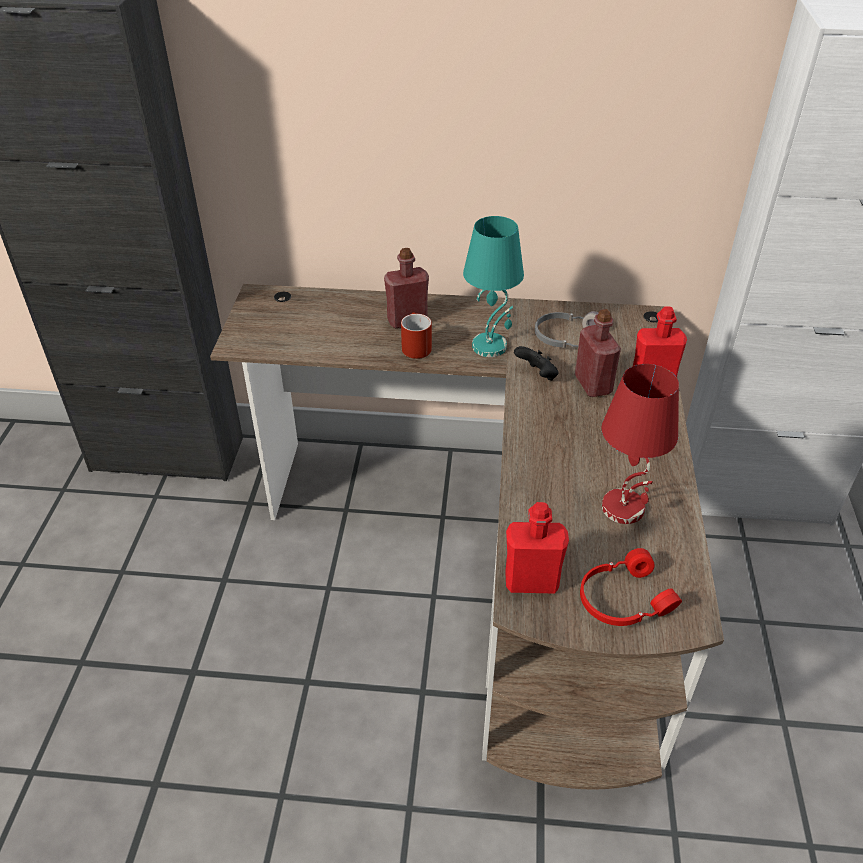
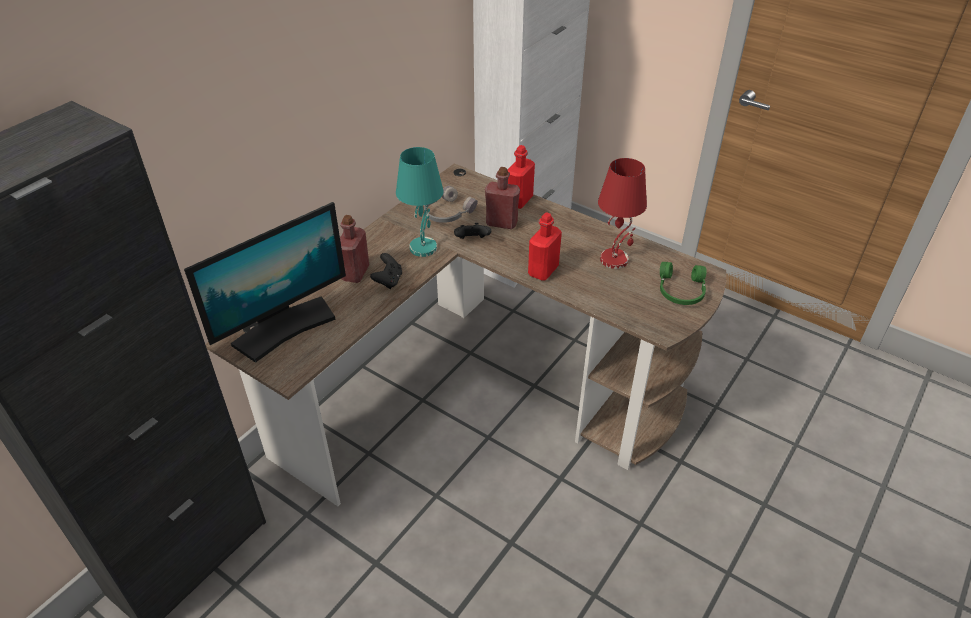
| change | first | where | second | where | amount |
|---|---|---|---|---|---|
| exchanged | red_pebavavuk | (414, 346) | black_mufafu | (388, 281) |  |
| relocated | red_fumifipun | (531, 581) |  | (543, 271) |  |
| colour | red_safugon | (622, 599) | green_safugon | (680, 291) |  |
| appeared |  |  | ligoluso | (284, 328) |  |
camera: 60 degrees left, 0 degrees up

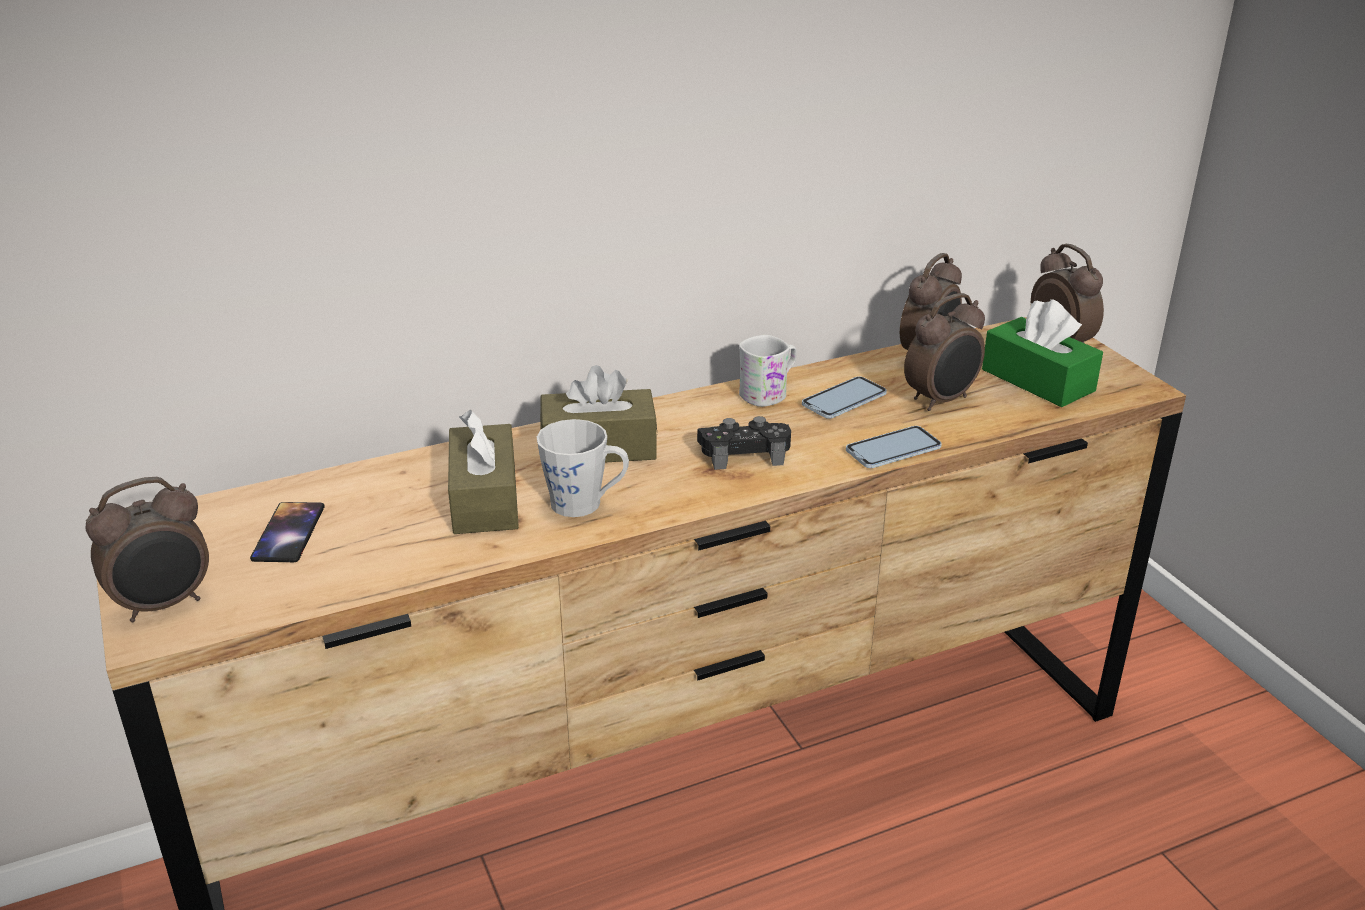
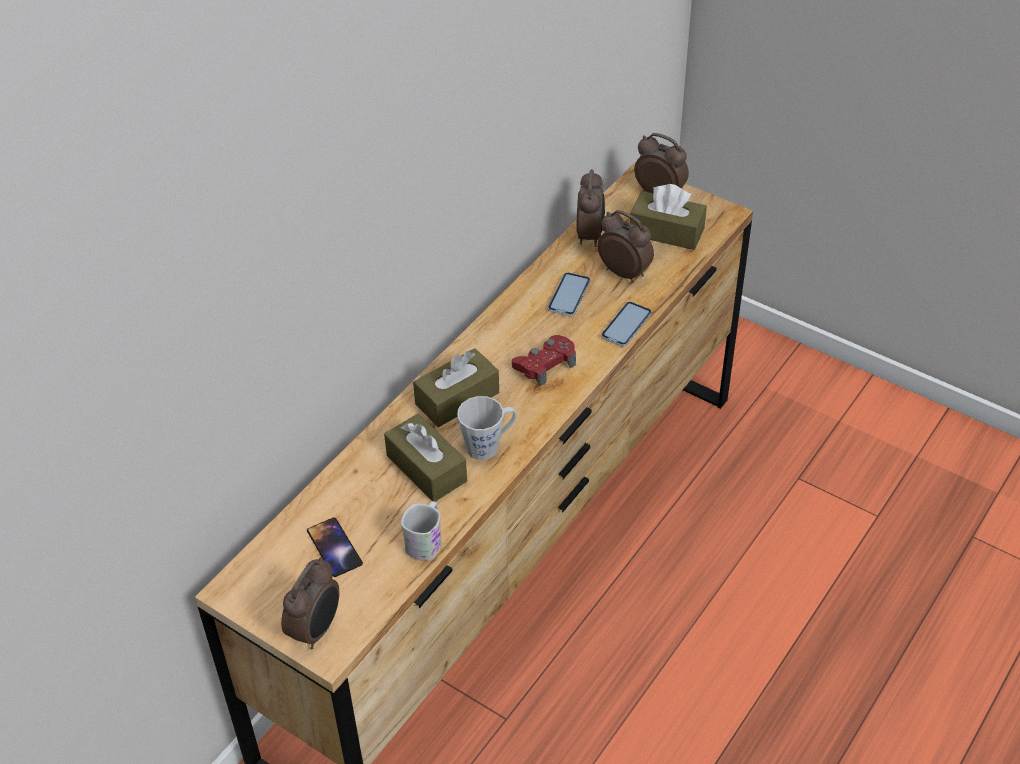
| change | first | where | second | where | amount |
|---|---|---|---|---|---|
| colour | black_mufafu | (744, 452) | red_mufafu | (545, 364) |  |
| relocated | white_pebavavuk | (769, 393) |  | (426, 541) |  |
| spun | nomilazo | (941, 400) |  | (624, 272) | 75 degrees counterclockwise |
| colour | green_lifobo | (1037, 380) | brown_lifobo | (666, 231) |  |
camera: 30 degrees left, 15 degrees up

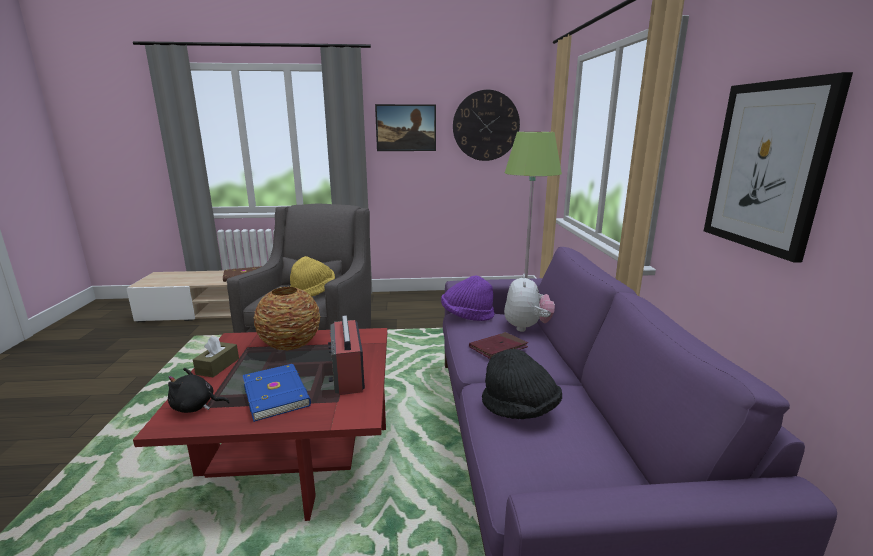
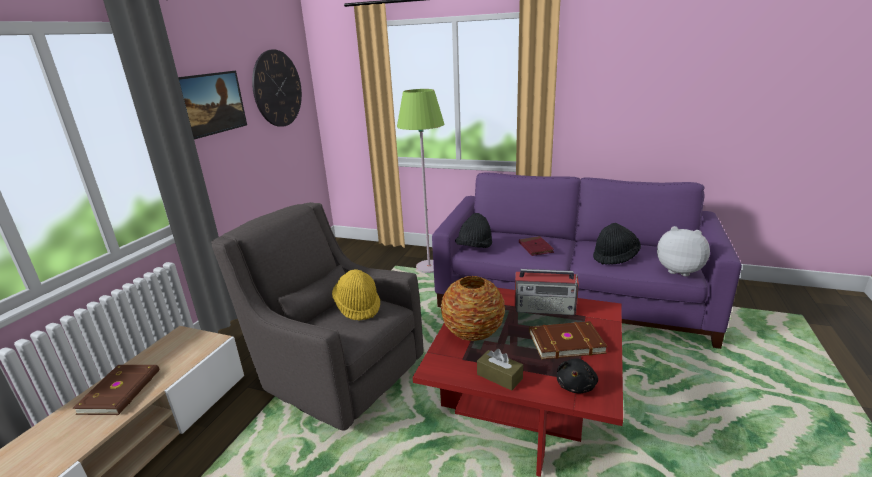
| change | first | where | second | where | amount |
|---|---|---|---|---|---|
| colour | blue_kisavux | (277, 393) | brown_kisavux | (565, 342) |  |
| colour | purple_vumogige | (467, 316) | black_vumogige | (474, 248) |  |
| relocated | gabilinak | (528, 328) |  | (679, 270) |  |
| missing | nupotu | (767, 167) |  |  |  |
camera: 65 degrees left, 5 degrees up

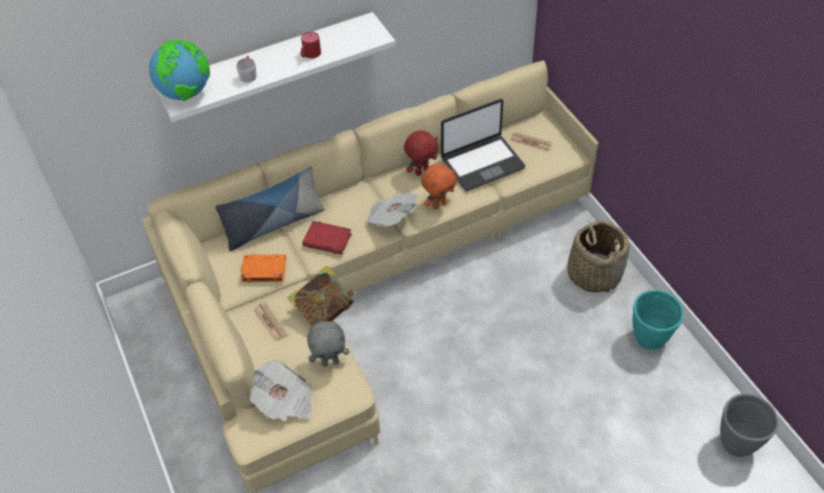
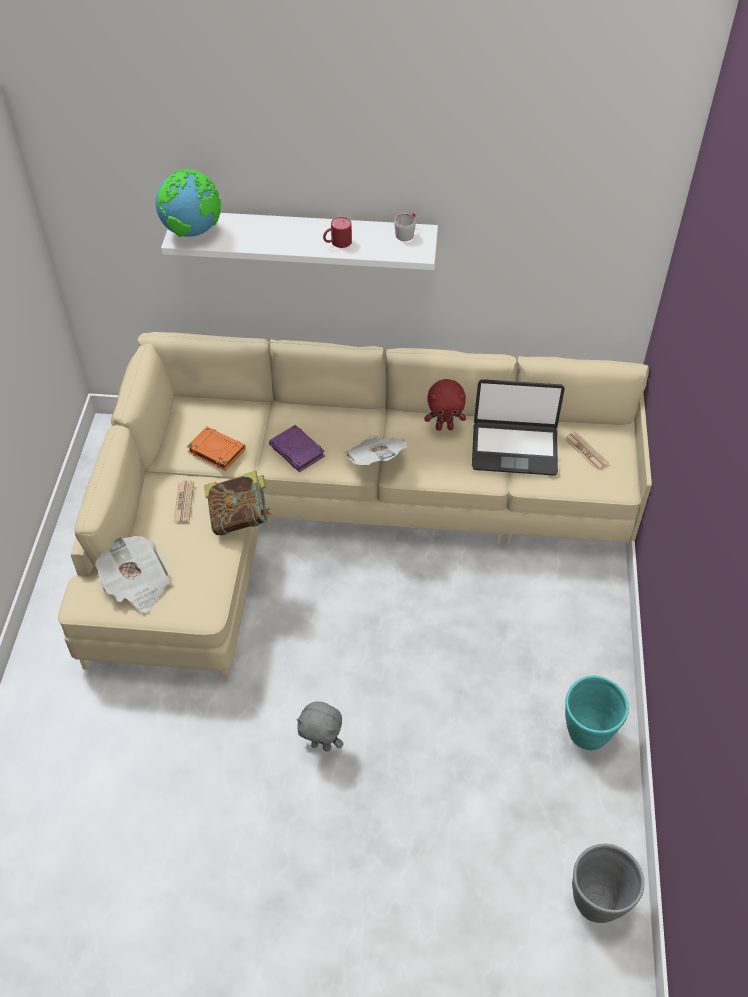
| change | first | where | second | where | amount |
|---|---|---|---|---|---|
| missing | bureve | (274, 225) |  |  |  |
| relocated | grey_pebavavuk | (248, 74) |  | (406, 233) |  |
| colour | red_kisavux | (328, 240) | purple_kisavux | (297, 451) |  |
| relocated | grey_gabilinak | (330, 362) |  | (321, 745) |  |
| missing | orange_gabilinak | (439, 204) |  |  |  |
| missing | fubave | (594, 273) |  |  |  |
camera: 30 degrees right, 0 degrees up

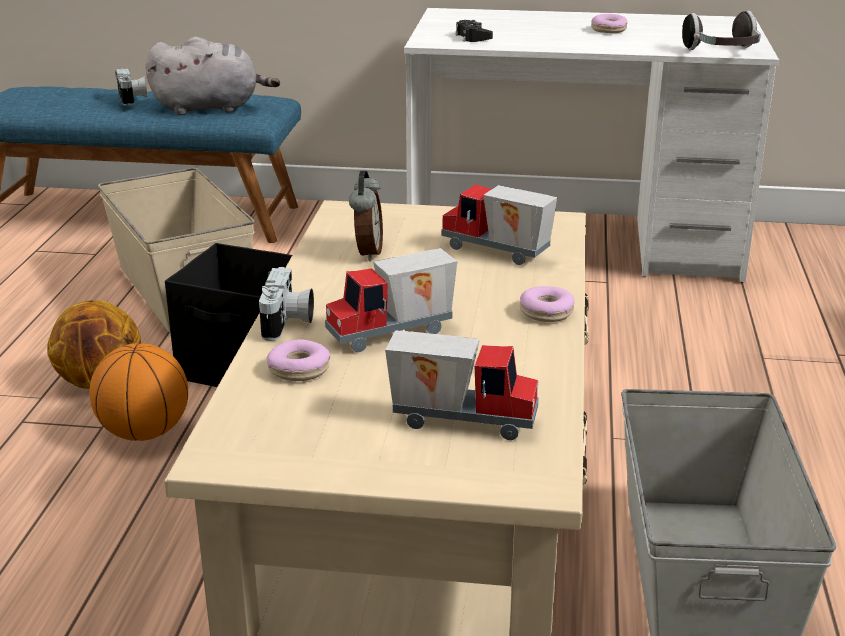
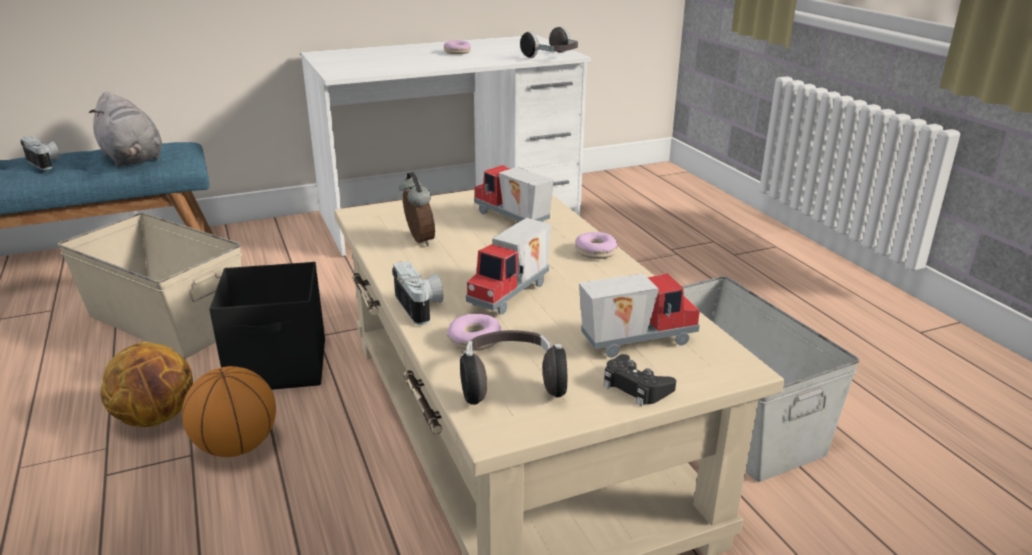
| change | first | where | second | where | amount |
|---|---|---|---|---|---|
| spun | grey_gabilinak | (211, 108) |  | (132, 159) | 90 degrees clockwise |
| spun | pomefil | (495, 252) |  | (511, 219) | 45 degrees clockwise |
| relocated | black_mufafu | (473, 37) |  | (635, 387) |  |
| appeared |  |  | safugon | (510, 383) |  |
camera: 30 degrees left, 0 degrees up

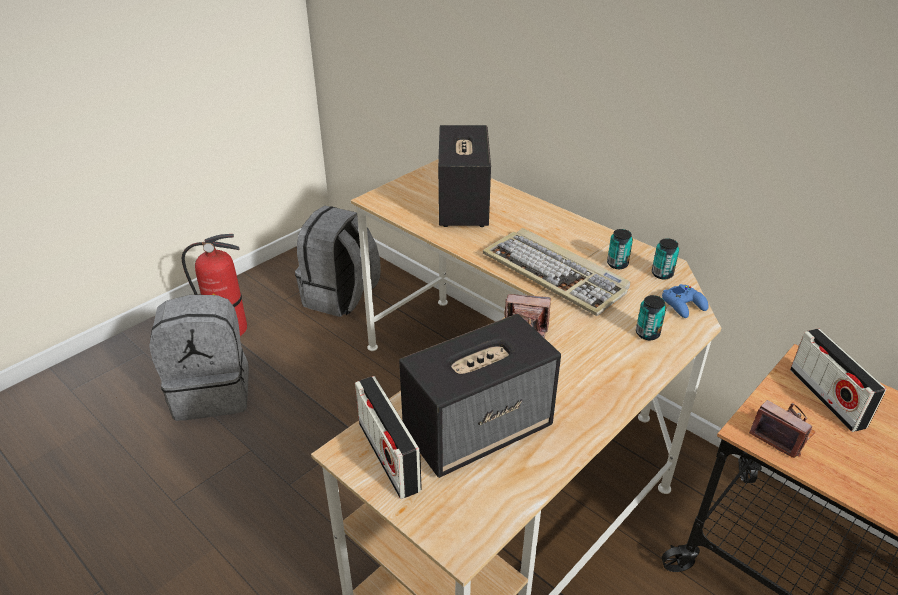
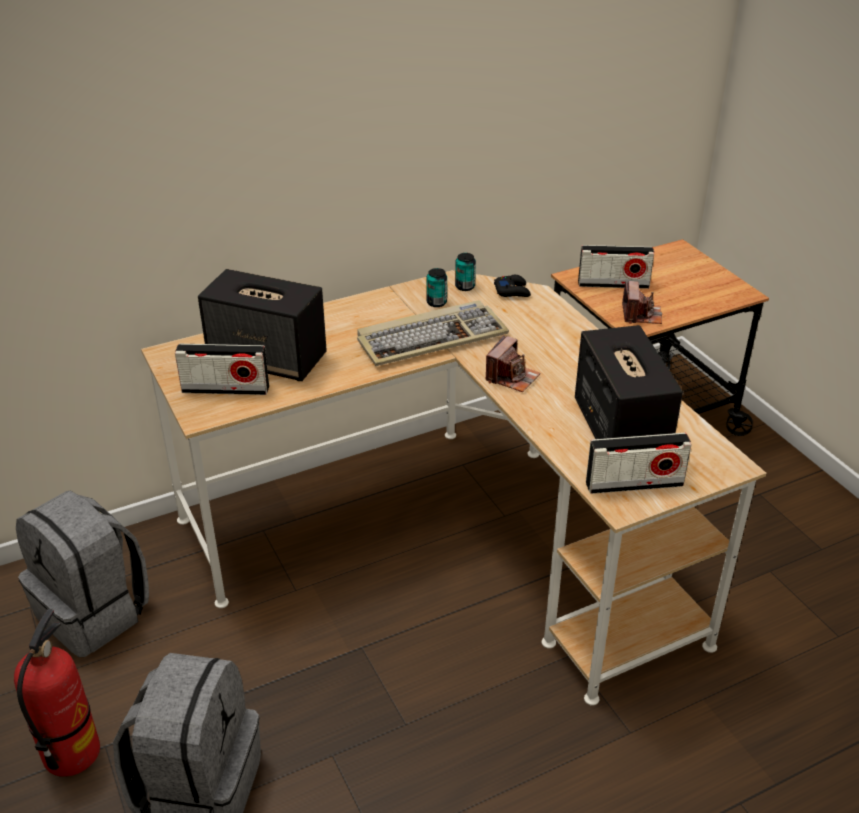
| change | first | where | second | where | amount |
|---|---|---|---|---|---|
| missing | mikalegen | (647, 334) |  |  |  |
| colour | blue_mufafu | (684, 305) | black_mufafu | (512, 291) |  |
| spun | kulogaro | (781, 434) |  | (641, 315) | 120 degrees clockwise |
| appeared |  |  | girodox | (225, 389) |  |
camera: 70 degrees left, 0 degrees up

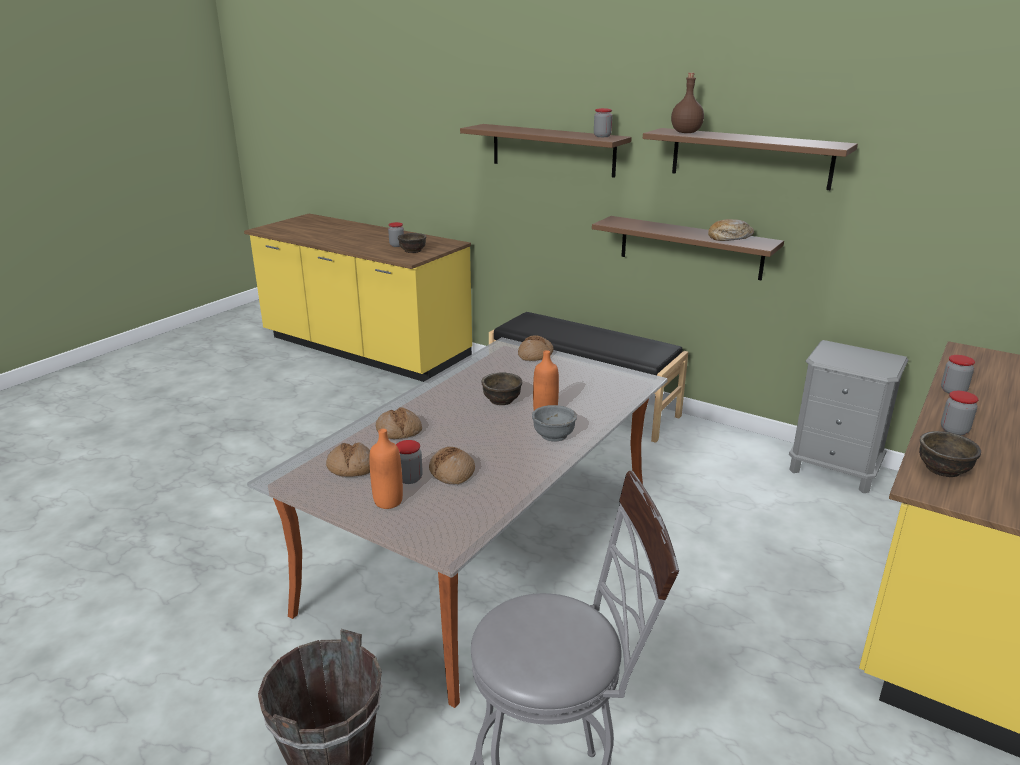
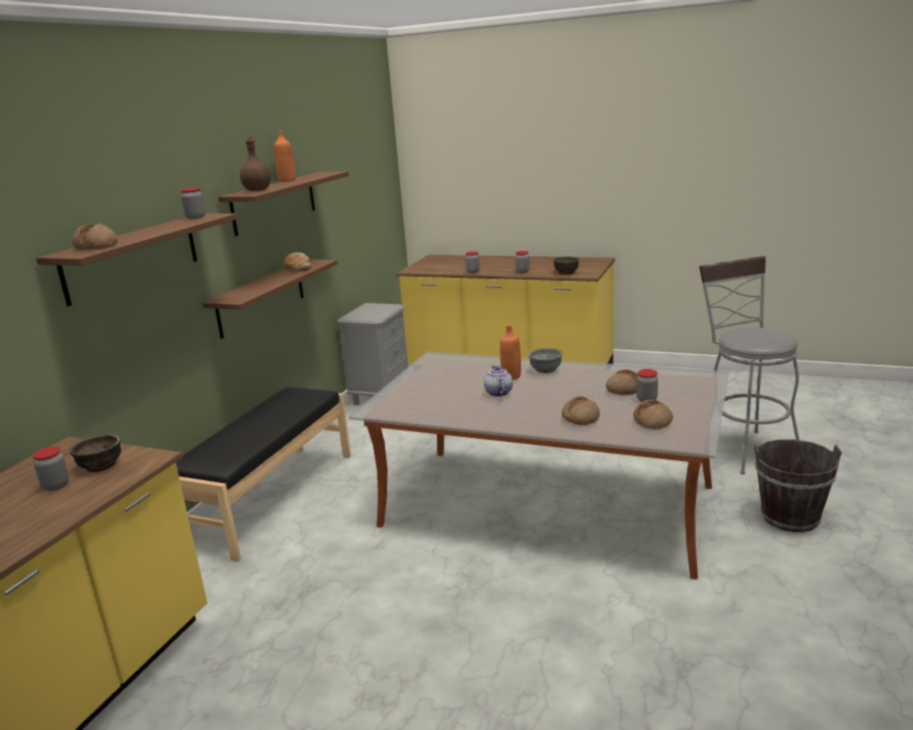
| change | first | where | second | where | amount |
|---|---|---|---|---|---|
| relocated | orange_fumifipun | (388, 501) |  | (287, 181) |  |
| exchanged | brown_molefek | (501, 400) | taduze | (498, 393) |  |
| relocated | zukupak | (535, 355) |  | (97, 246) |  |
camera: 100 degrees left, 5 degrees down

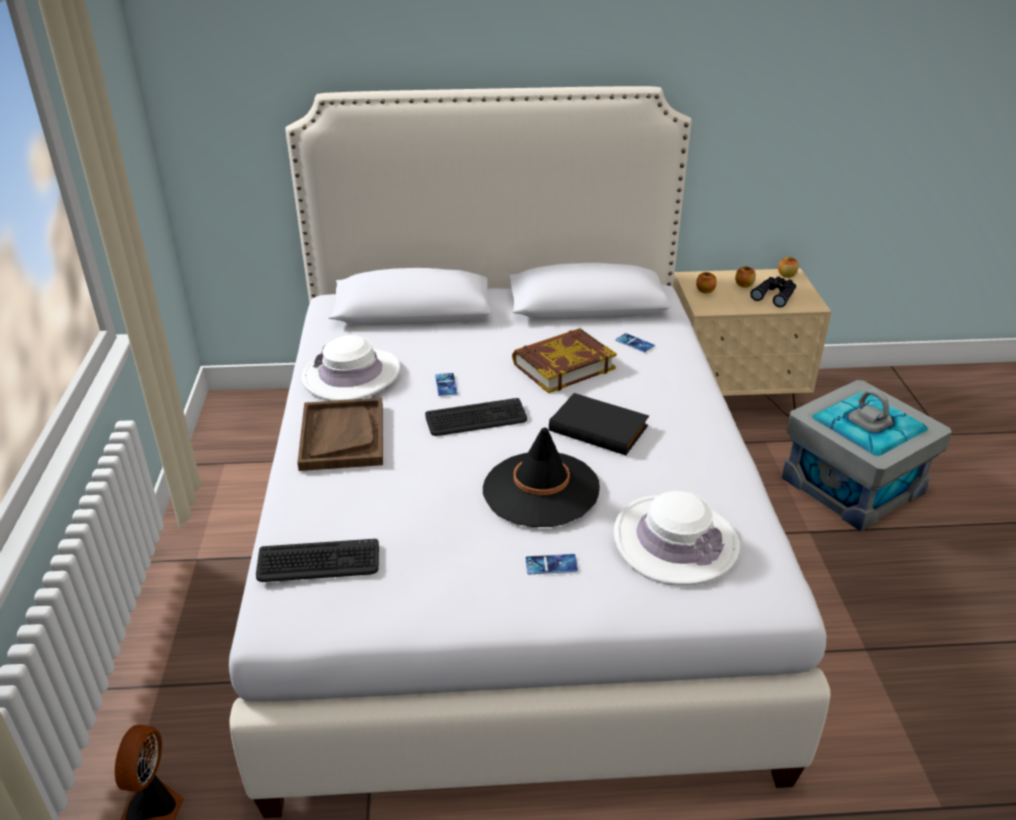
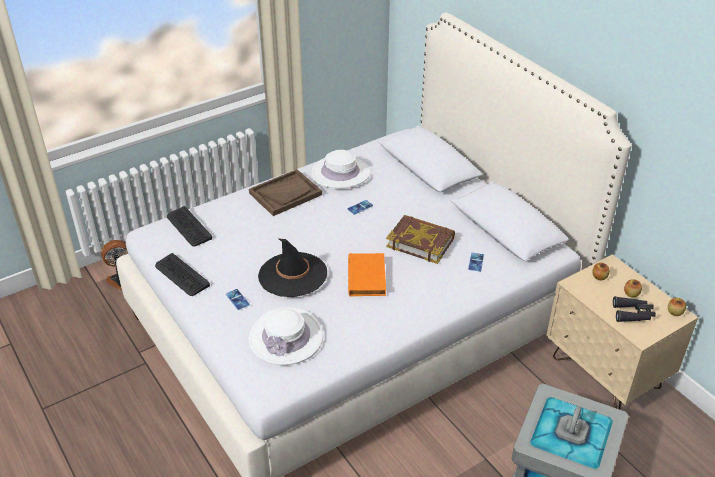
| change | first | where | second | where | amount |
|---|---|---|---|---|---|
| relocated | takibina | (476, 419) |  | (181, 275) |  |
| colour | black_kisavux | (600, 427) | orange_kisavux | (368, 277) |  |
camera: 60 degrees right, 5 degrees up

